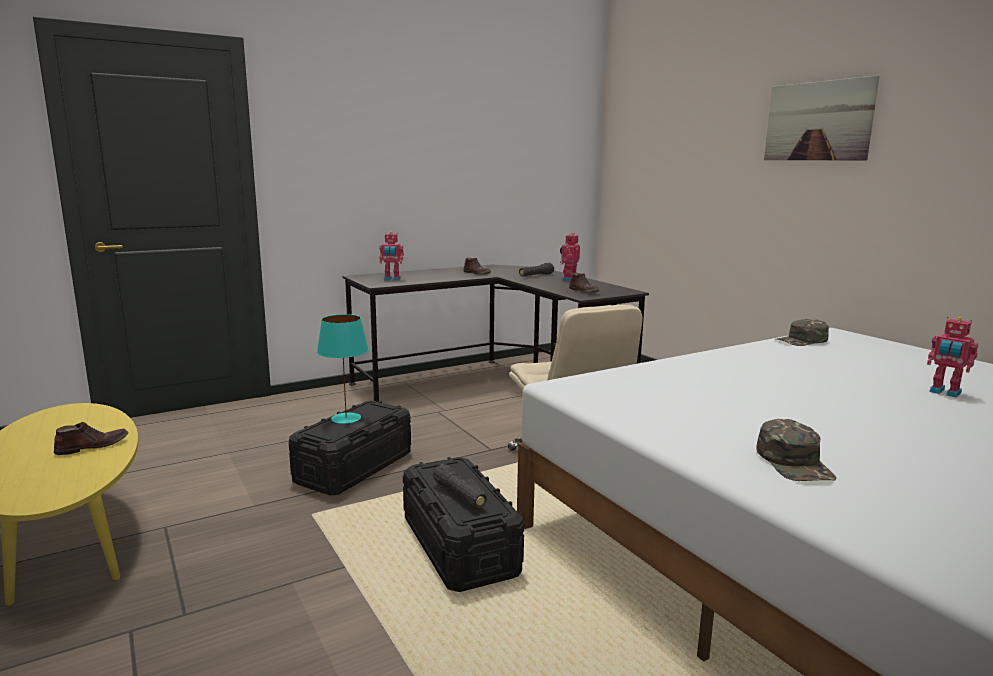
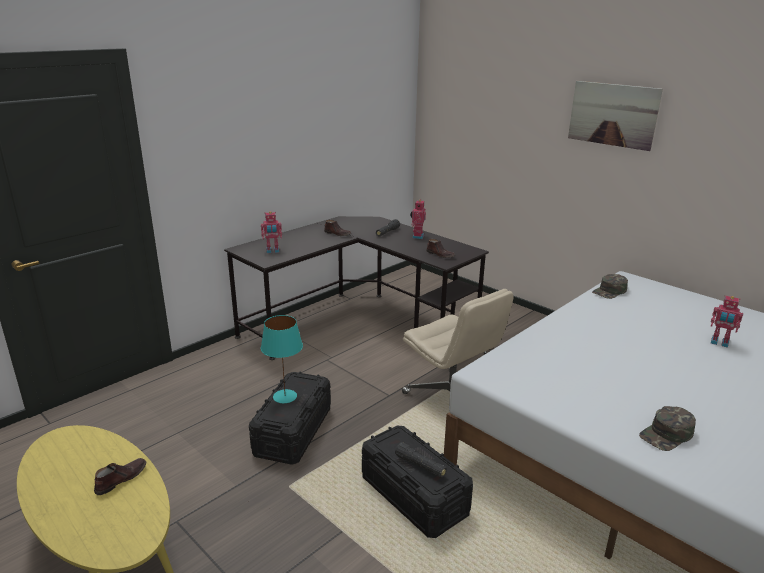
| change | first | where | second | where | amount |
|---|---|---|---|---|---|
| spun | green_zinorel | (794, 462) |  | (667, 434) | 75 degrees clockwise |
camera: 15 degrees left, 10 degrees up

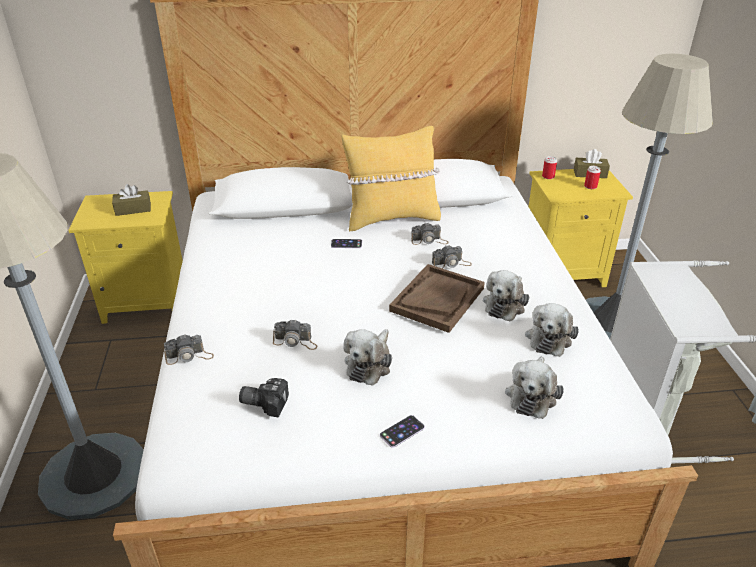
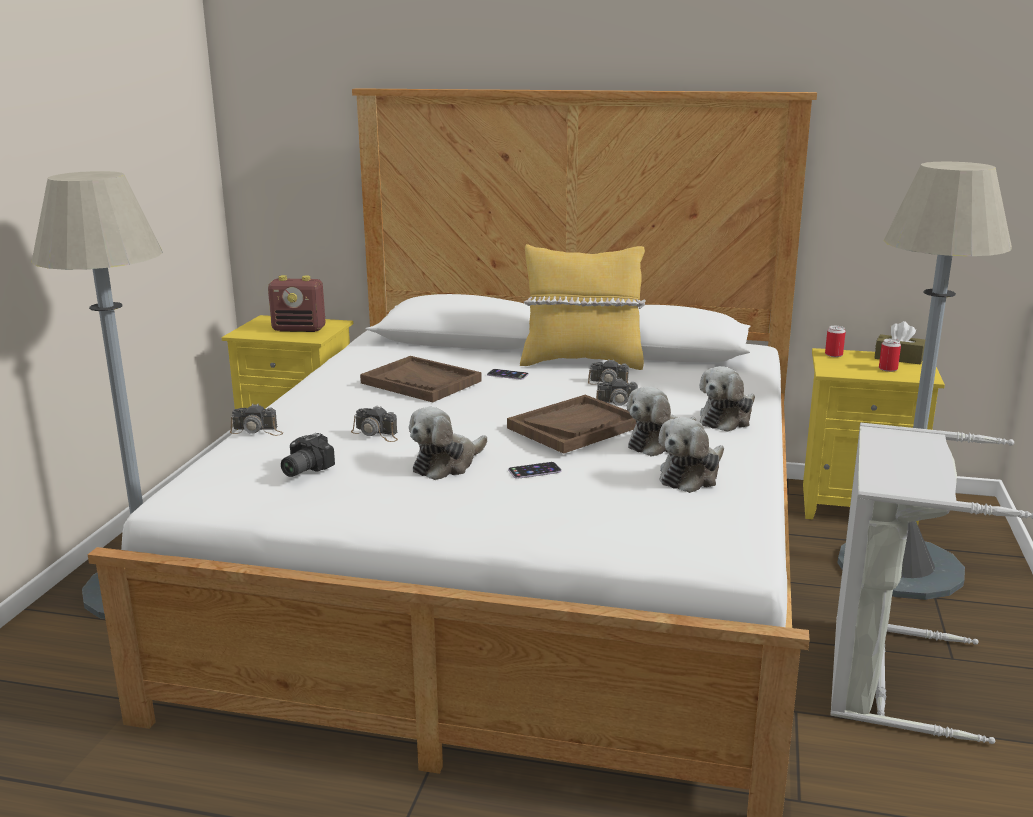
| change | first | where | second | where | amount |
|---|---|---|---|---|---|
| exchanged | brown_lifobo | (133, 209) | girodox | (299, 329) |  |
| spun | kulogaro | (265, 402) |  | (302, 469) | 90 degrees counterclockwise |
| relocated | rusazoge | (402, 431) |  | (534, 471) |  |
| relocated | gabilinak | (531, 395) |  | (727, 419) |  |
| appeared |  |  | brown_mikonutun | (421, 382) |  |
camera: 20 degrees right, 15 degrees down

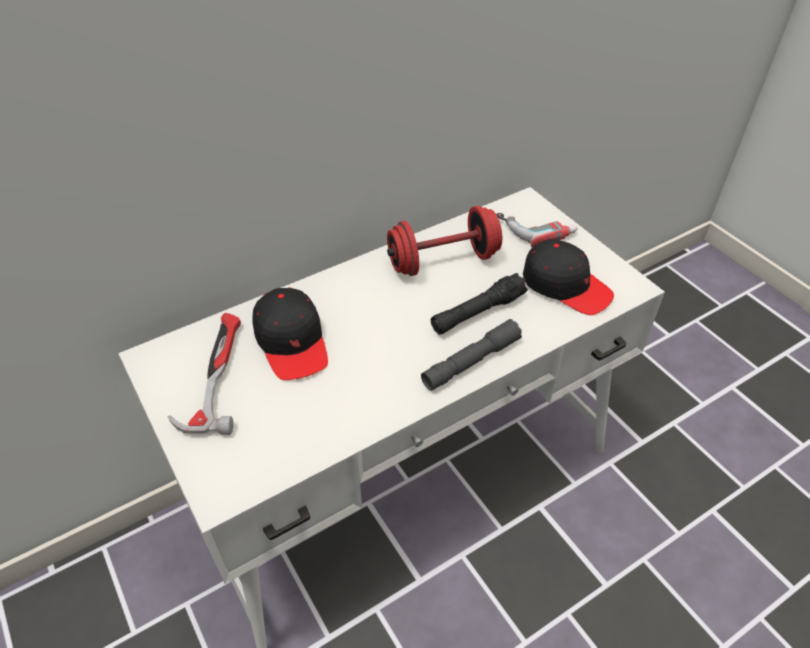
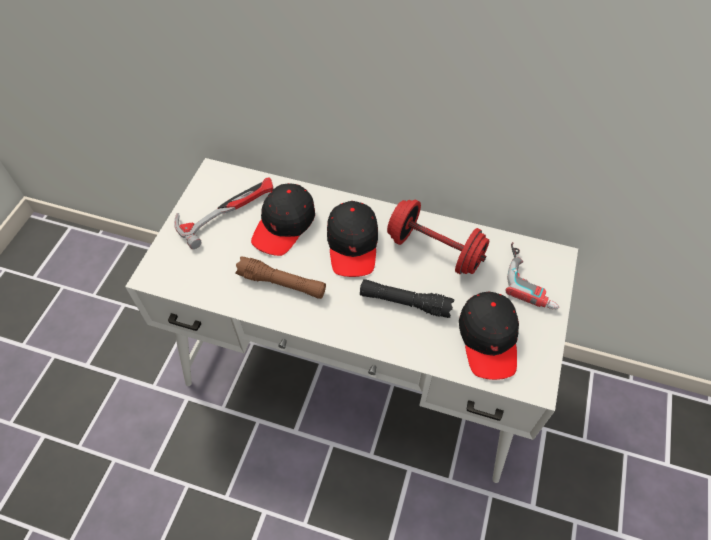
| change | first | where | second | where | amount |
|---|---|---|---|---|---|
| missing | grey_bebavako | (471, 362) |  |  |  |
| appeared |  |  | brown_bebavako | (282, 283) |  |
| appeared |  |  | black_zinorel | (353, 244) |  |
camera: 50 degrees right, 10 degrees up

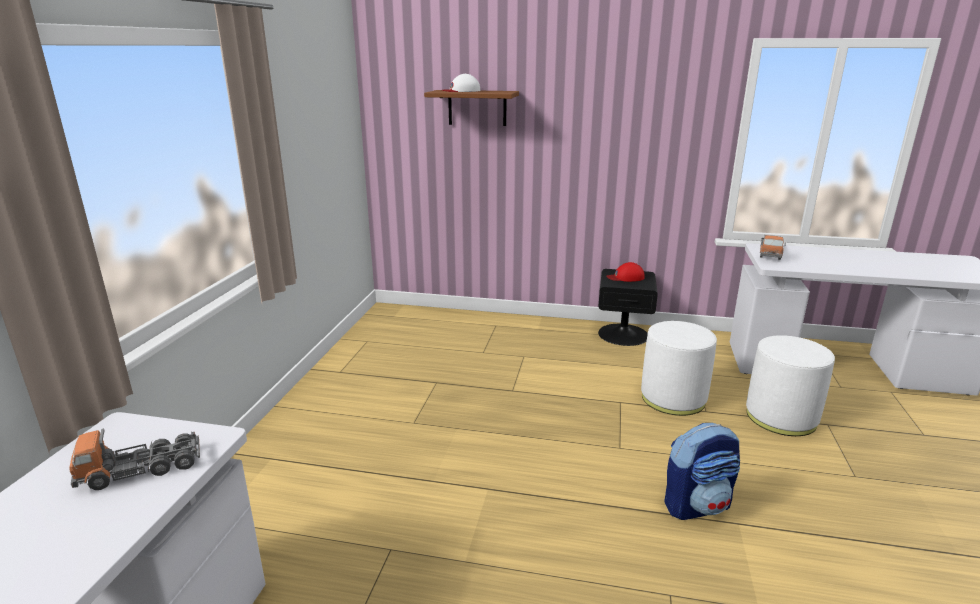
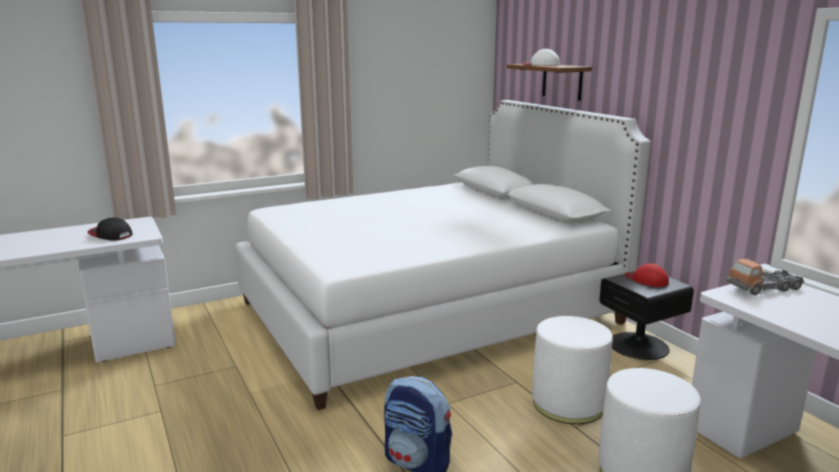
| change | first | where | second | where | amount |
|---|---|---|---|---|---|
| exchanged | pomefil | (141, 469) | zinorel | (110, 235) |  |
| appeared |  |  | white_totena | (428, 312) |  |
camera: 50 degrees right, 5 degrees down

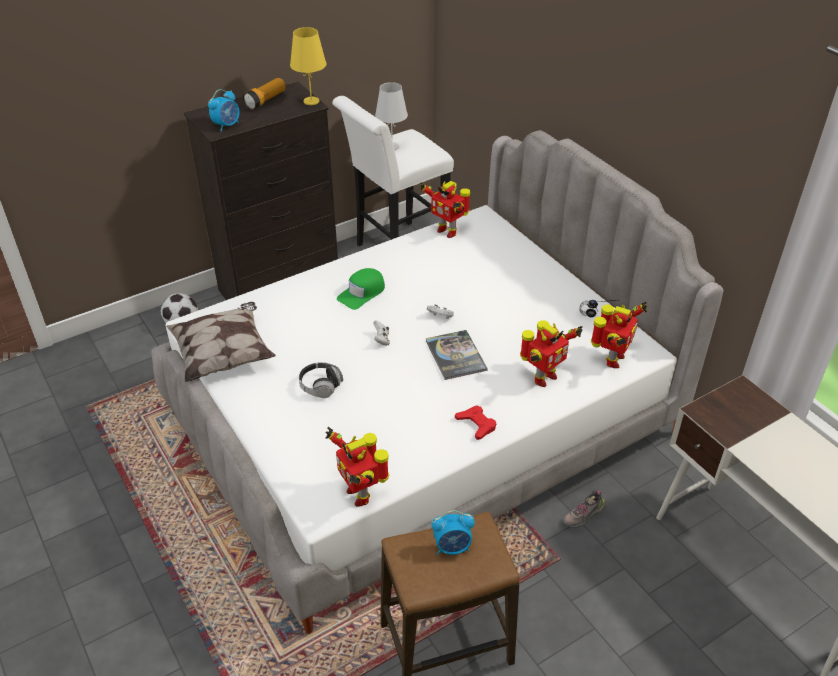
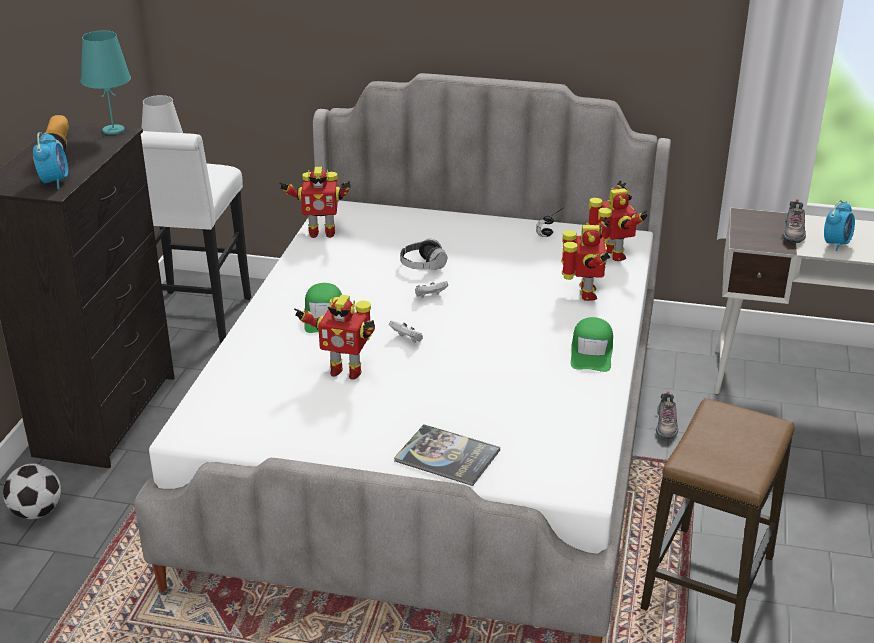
| change | first | where | second | where | amount |
|---|---|---|---|---|---|
| missing | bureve | (224, 355) |  |  |  |
| colour | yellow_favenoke | (311, 101) | turquoise_favenoke | (113, 130) |  |
| relocated | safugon | (320, 386) |  | (422, 265) |  |
| relocated | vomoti | (360, 493) |  | (345, 371) |  |
| relocated | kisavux | (455, 355) |  | (447, 456) |  |
| relocated | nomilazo | (452, 547) |  | (836, 244) |  |
| exchanged | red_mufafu | (476, 424) | green_zinorel | (592, 352) |  |
| appeared |  |  | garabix | (794, 233) |  |
camera: 45 degrees left, 10 degrees down

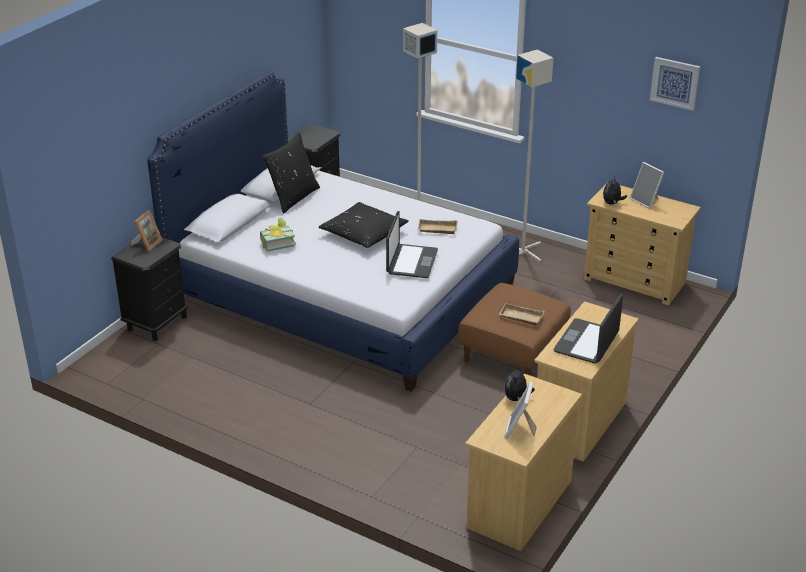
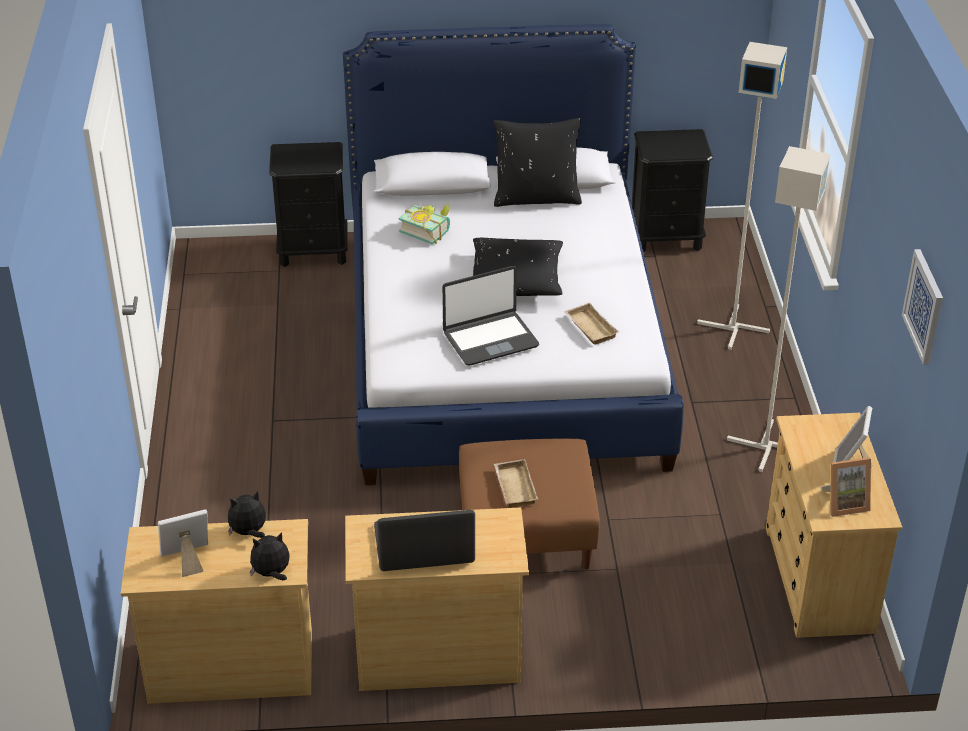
| change | first | where | second | where | amount |
|---|---|---|---|---|---|
| relocated | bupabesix | (147, 244) |  | (844, 503) |  |
| relocated | gabilinak | (612, 203) |  | (271, 574) |  |
camera: 55 degrees right, 5 degrees up

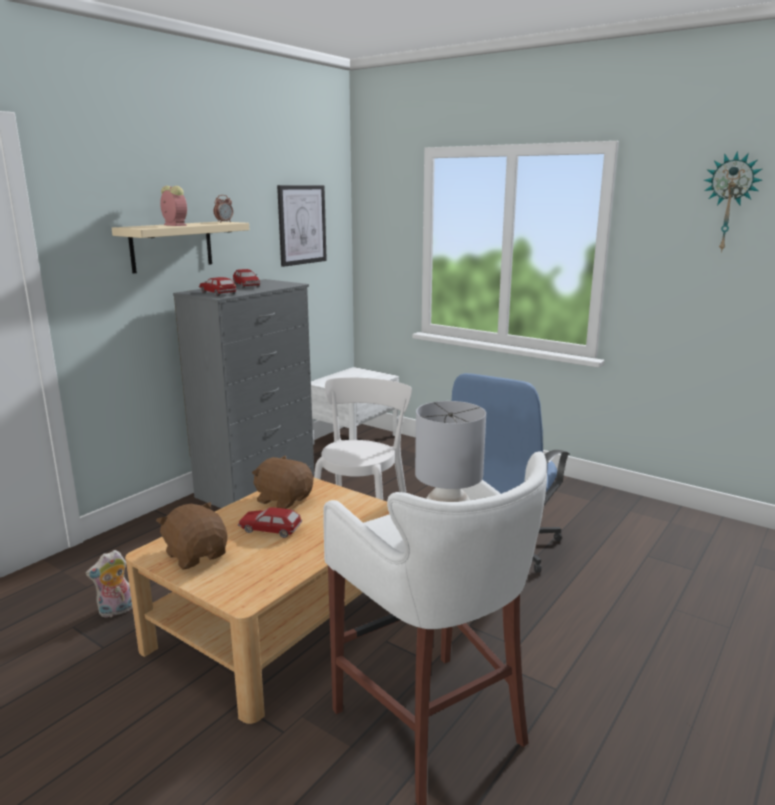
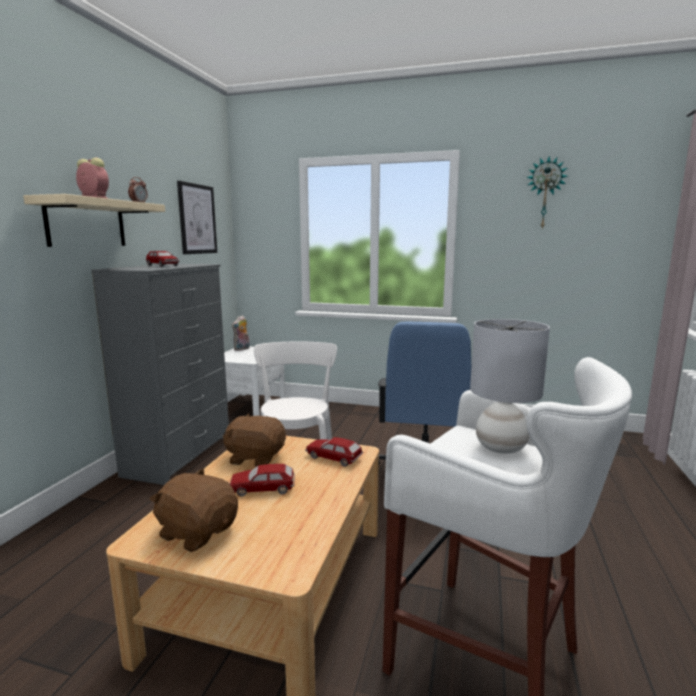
| change | first | where | second | where | amount |
|---|---|---|---|---|---|
| relocated | gabilinak | (116, 611) |  | (242, 349) |  |
| relocated | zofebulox | (217, 293) |  | (333, 457) |  |
camera: 20 degrees left, 5 degrees down

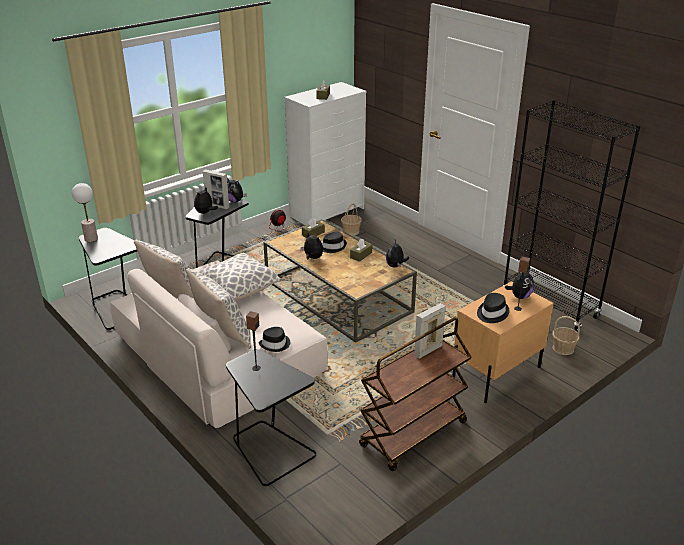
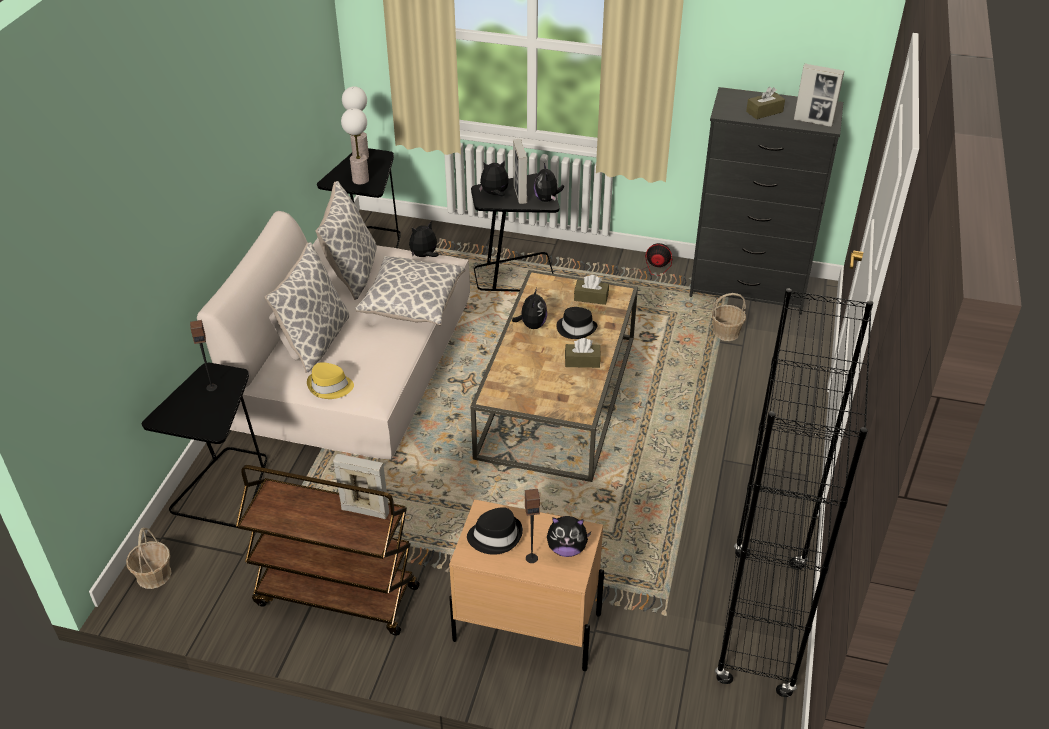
| change | first | where | second | where | amount |
|---|---|---|---|---|---|
| colour | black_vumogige | (275, 344) | yellow_vumogige | (330, 387) |  |
| colour | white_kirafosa | (327, 212) | black_kirafosa | (749, 288) |  |
| relocated | gabilinak | (395, 266) |  | (424, 256) |  |
| relocated | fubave | (563, 348) |  | (153, 575) |  |
| appeared |  |  | favenoke | (360, 180) |  |
| appeared |  |  | bupabesix | (813, 122) |  |
camera: 55 degrees right, 10 degrees up

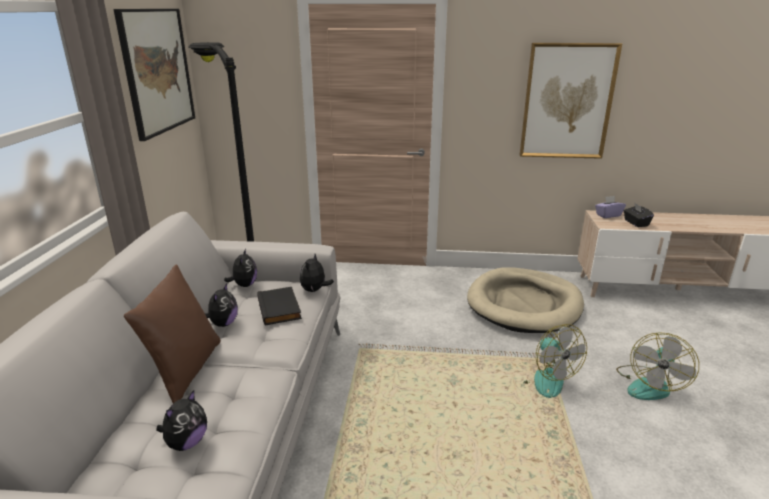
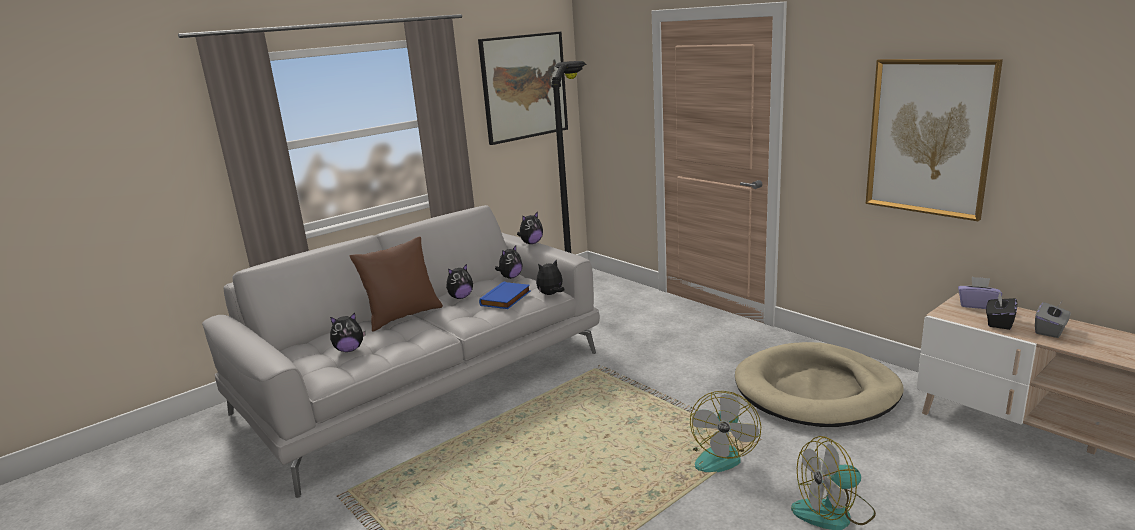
| change | first | where | second | where | amount |
|---|---|---|---|---|---|
| colour | black_kisavux | (280, 308) | blue_kisavux | (506, 299) |  |
| appeared |  |  | gabilinak | (531, 243) |  |
| appeared |  |  | grey_lifobo | (1050, 330) |  |
camera: 45 degrees right, 5 degrees down

